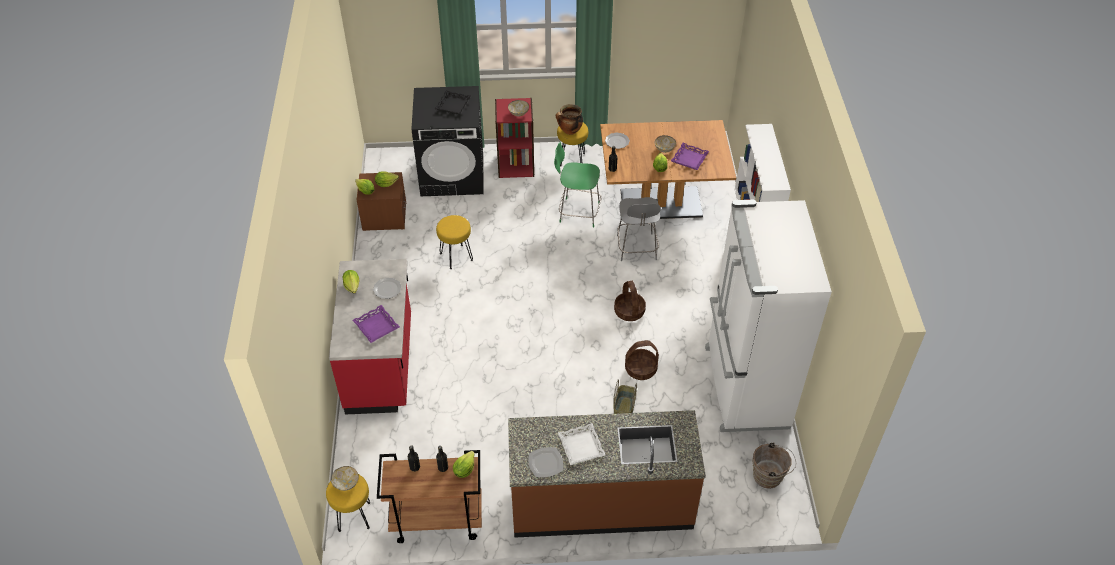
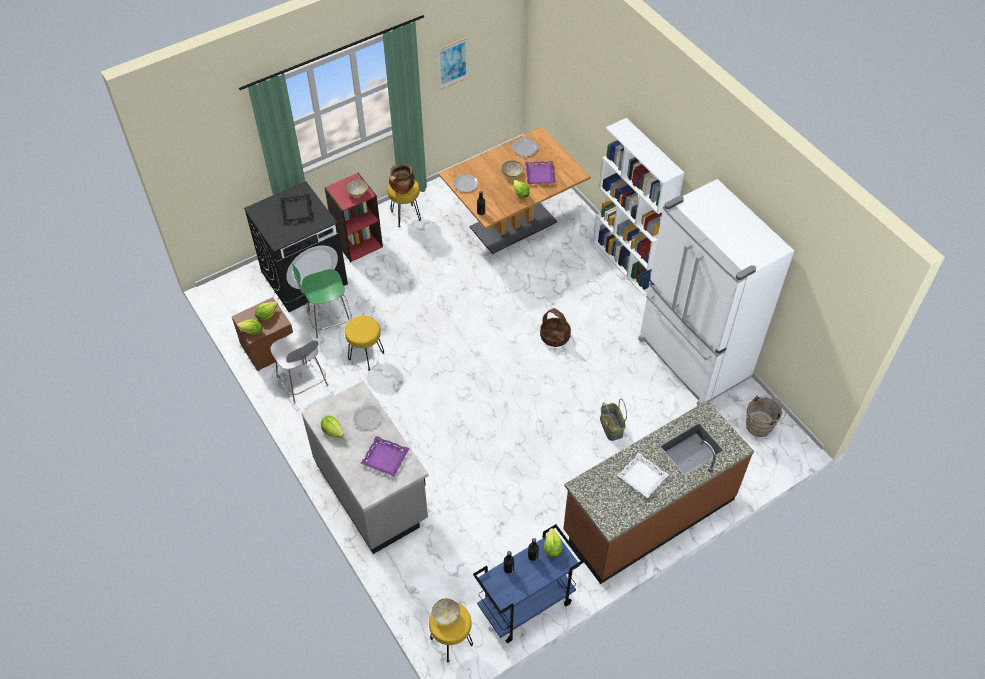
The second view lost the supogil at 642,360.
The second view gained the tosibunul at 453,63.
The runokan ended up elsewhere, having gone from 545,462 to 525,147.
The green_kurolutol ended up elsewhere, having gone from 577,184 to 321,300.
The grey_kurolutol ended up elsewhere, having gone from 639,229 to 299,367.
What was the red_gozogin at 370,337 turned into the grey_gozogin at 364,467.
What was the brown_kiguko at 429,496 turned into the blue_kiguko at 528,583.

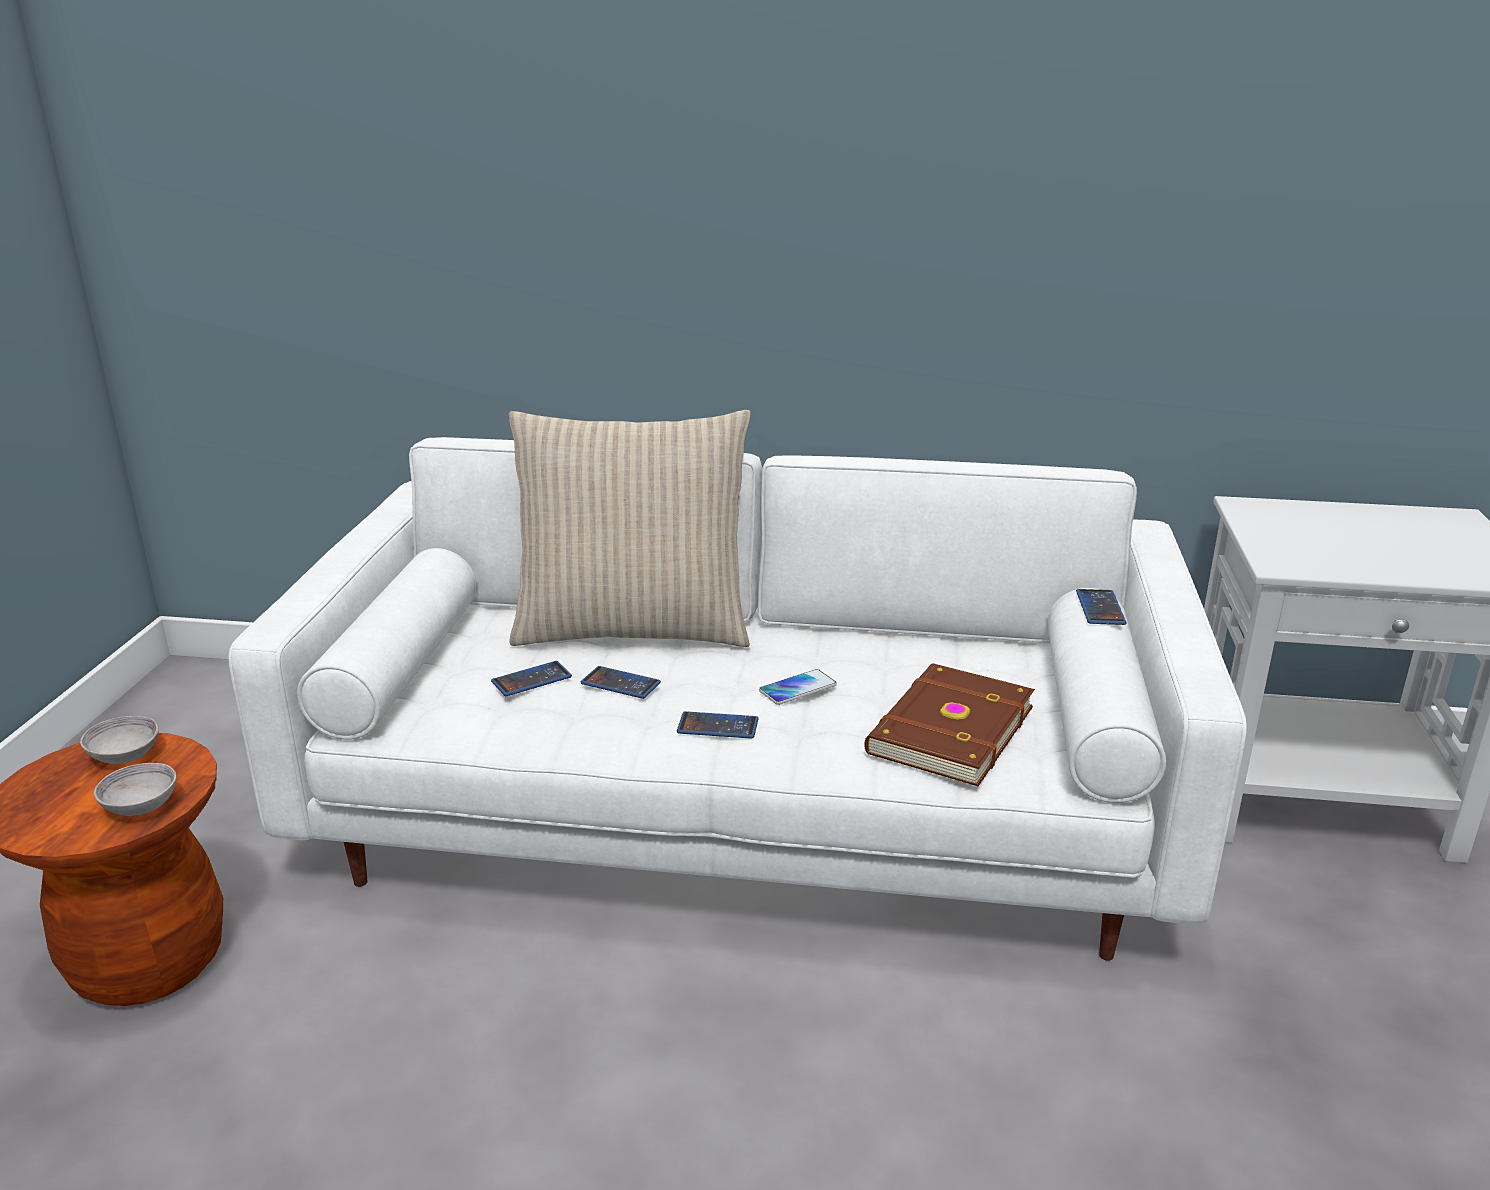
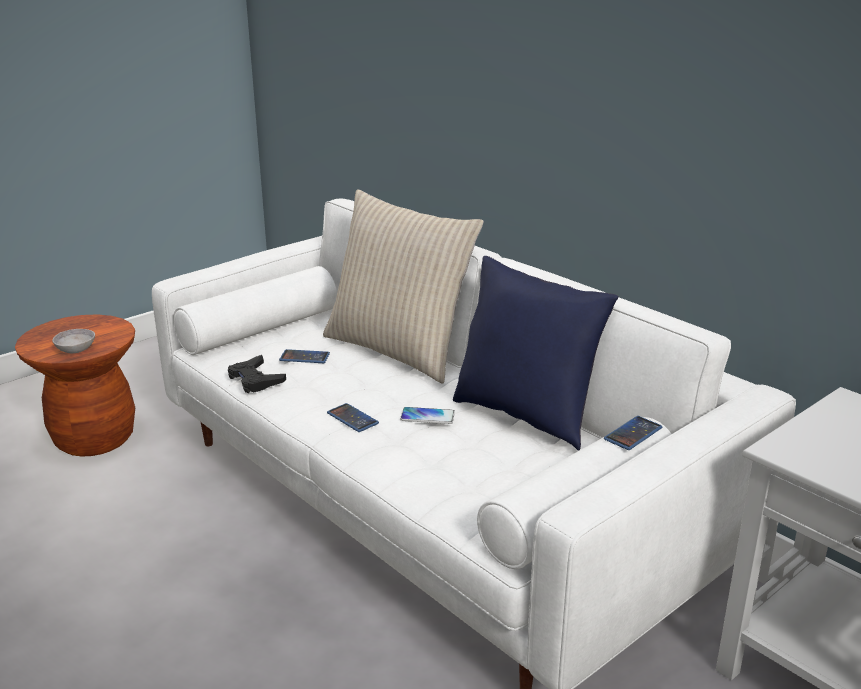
The second view lost the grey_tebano at 119,740.
The second view lost the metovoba at 621,682.
The second view lost the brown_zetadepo at 949,724.
The second view gained the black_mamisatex at 257,374.
The second view gained the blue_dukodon at 536,353.

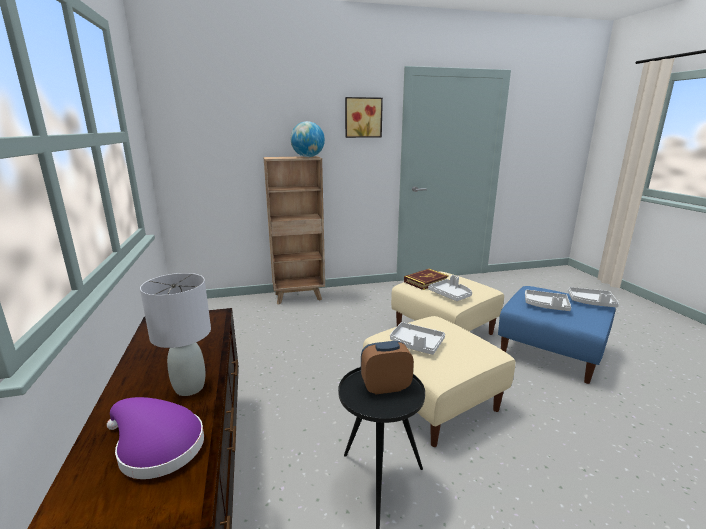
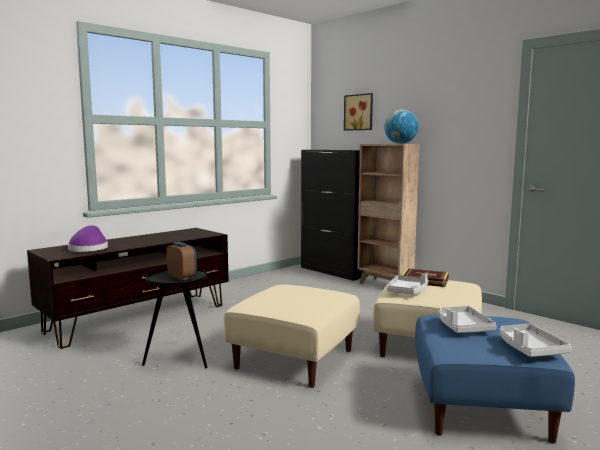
The second view lost the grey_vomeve at 175,334.
The second view lost the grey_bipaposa at 417,338.
The second view gained the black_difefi at 334,215.
The tosibunul ended up elsewhere, having gone from 364,117 to 358,112.

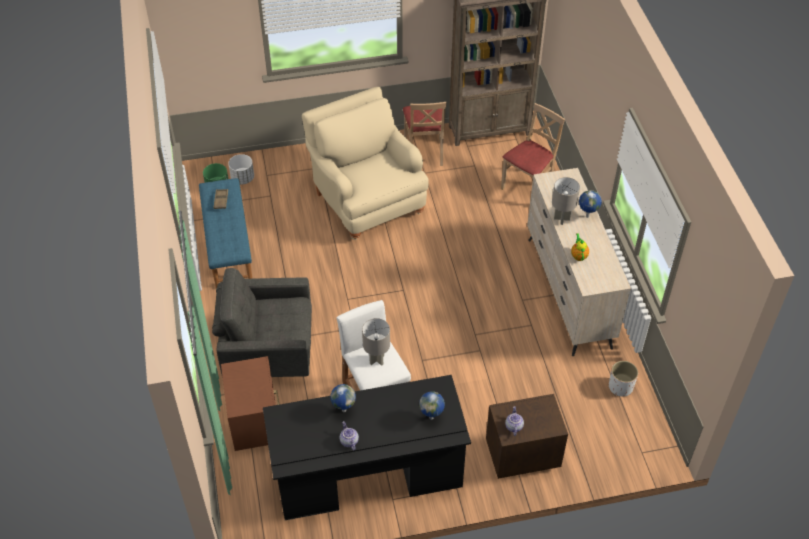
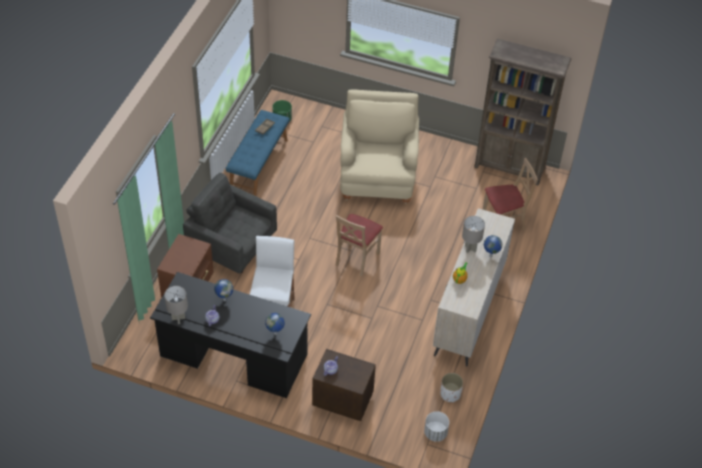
The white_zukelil ended up elsewhere, having gone from 241,169 to 436,426.
The grey_vomeve ended up elsewhere, having gone from 376,342 to 176,305.
The beige_kurolutol ended up elsewhere, having gone from 425,134 to 359,245.

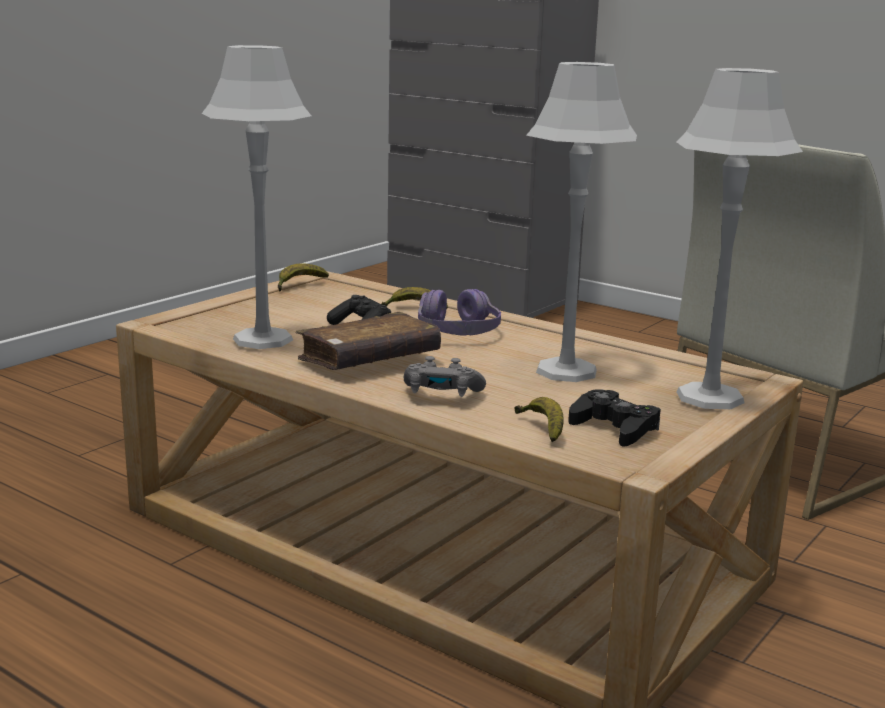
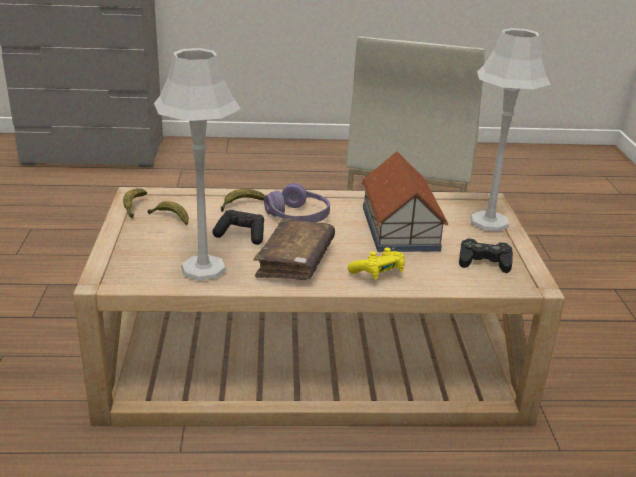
The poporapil ended up elsewhere, having gone from 539,419 to 168,213.
Where the grey_vomeve stood at 581,222, the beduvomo came to stand at 404,201.
What was the grey_mamisatex at 445,376 turned into the yellow_mamisatex at 376,263.

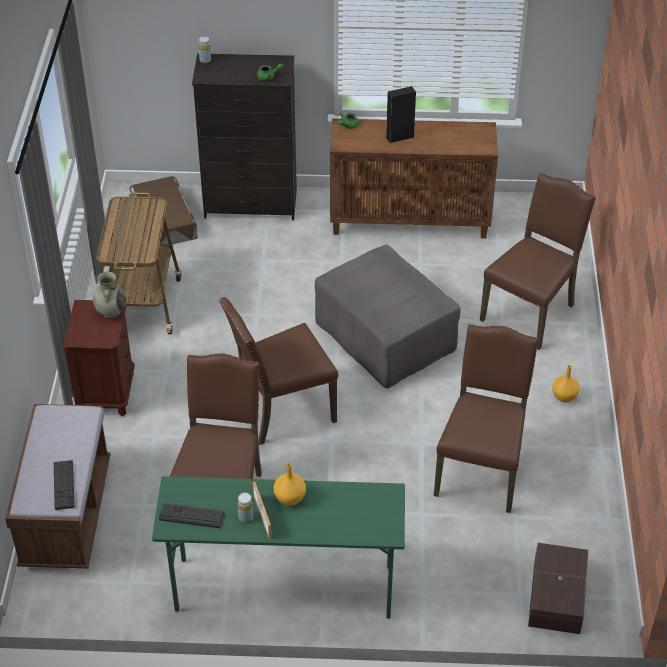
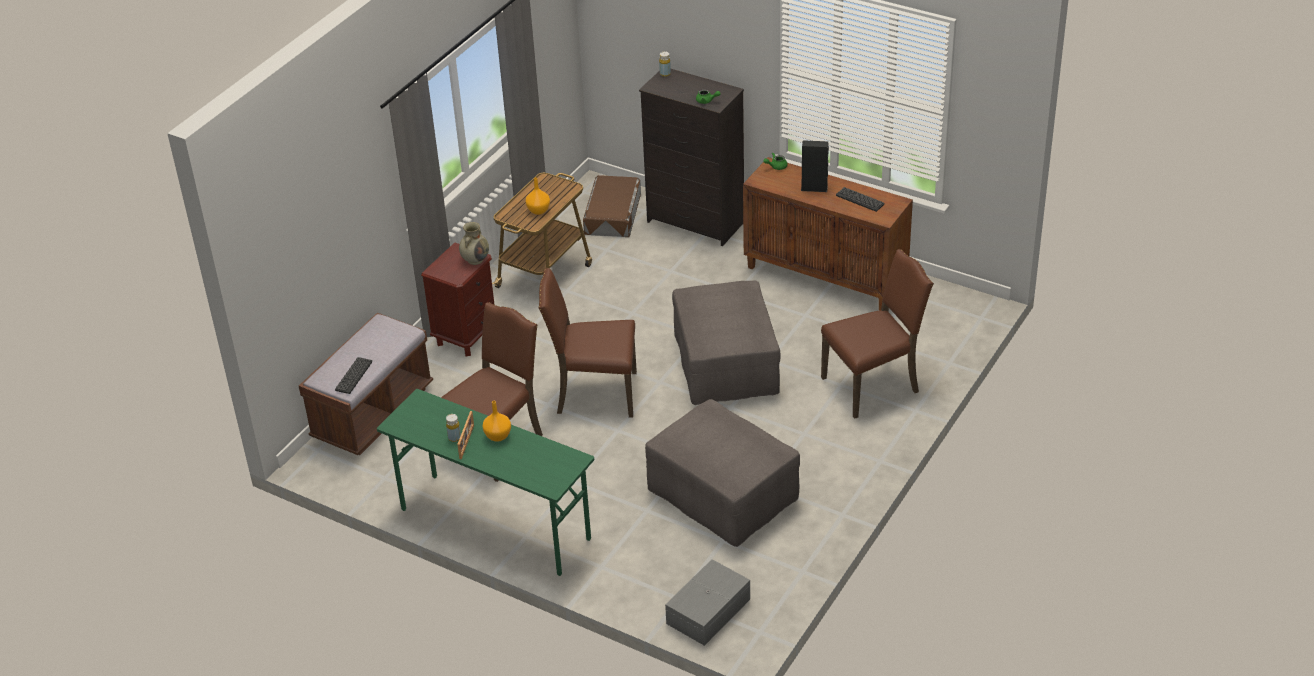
The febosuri ended up elsewhere, having gone from 192,515 to 860,199.
The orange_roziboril ended up elsewhere, having gone from 566,383 to 538,196.
Where the brown_kurolutol stood at 486,418, the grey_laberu came to stand at 722,473.
What was the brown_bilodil at 558,588 turned into the grey_bilodil at 707,602.

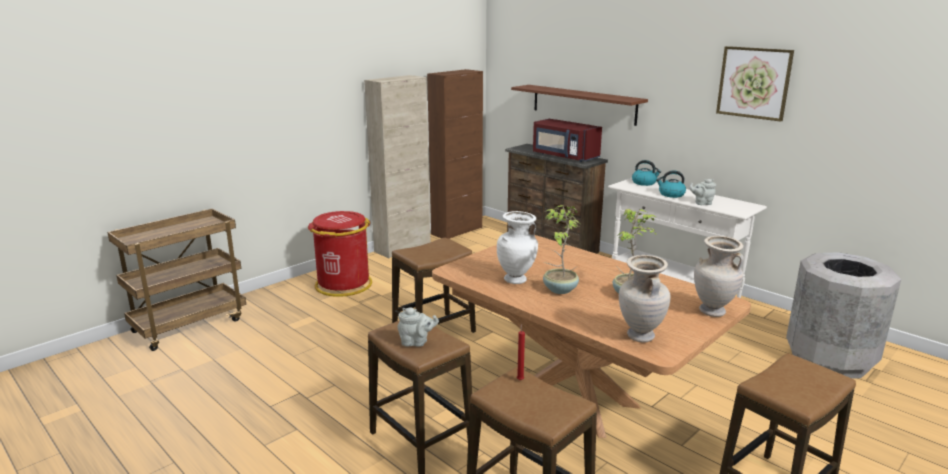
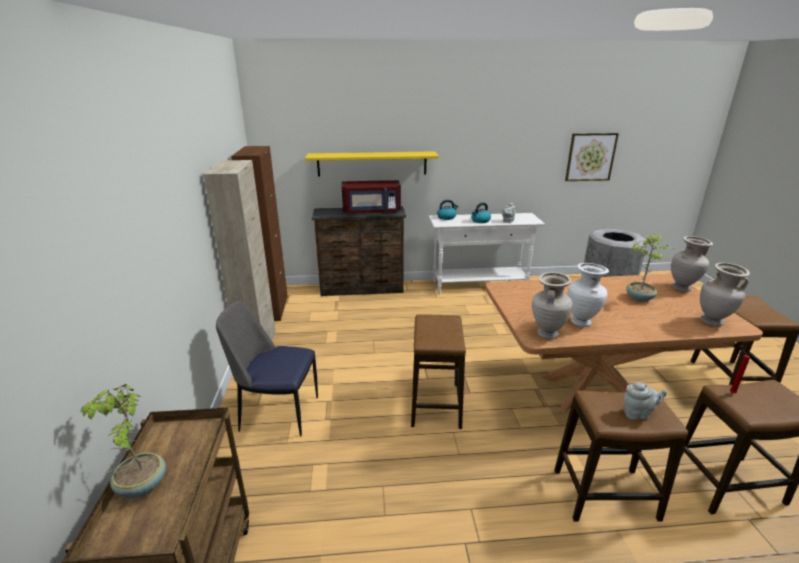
The second view gained the beige_roziboril at 552,305.
The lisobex ended up elsewhere, having gone from 561,249 to 123,441.
The tosibunul ended up elsewhere, having gone from 755,84 to 592,157.
Where the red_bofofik stood at 340,254, the kurolutol came to stand at 267,369.
What was the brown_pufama at 579,105 turned into the yellow_pufama at 372,164.
The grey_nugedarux at 418,327 ended up facing another way, 45 degrees clockwise from before.

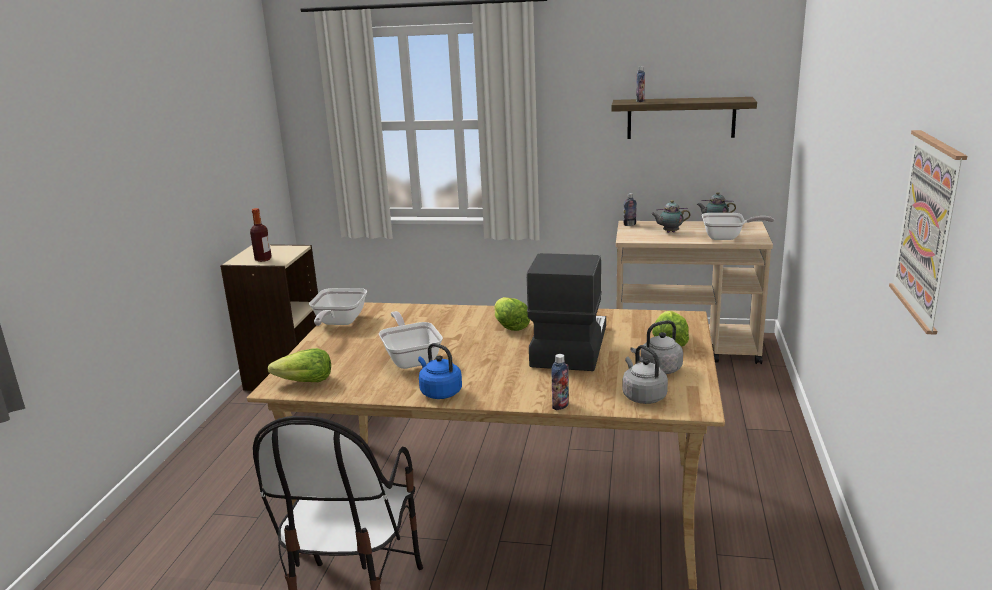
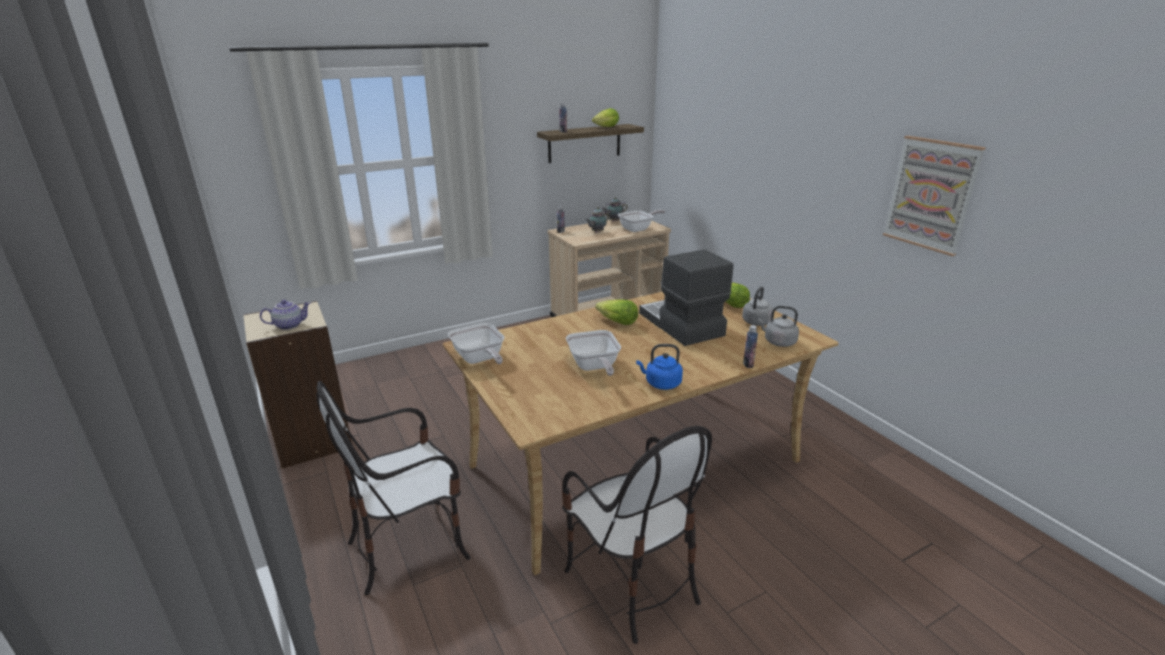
The second view gained the kurolutol at 393,488.
The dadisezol ended up elsewhere, having gone from 299,365 to 605,117.
Where the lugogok stood at 261,235, the nugedarux came to stand at 285,315.
The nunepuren at 411,340 ended up facing another way, 135 degrees counterclockwise from before.

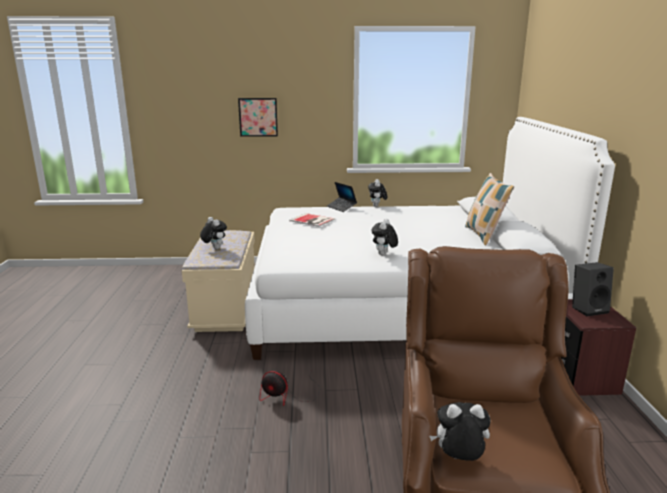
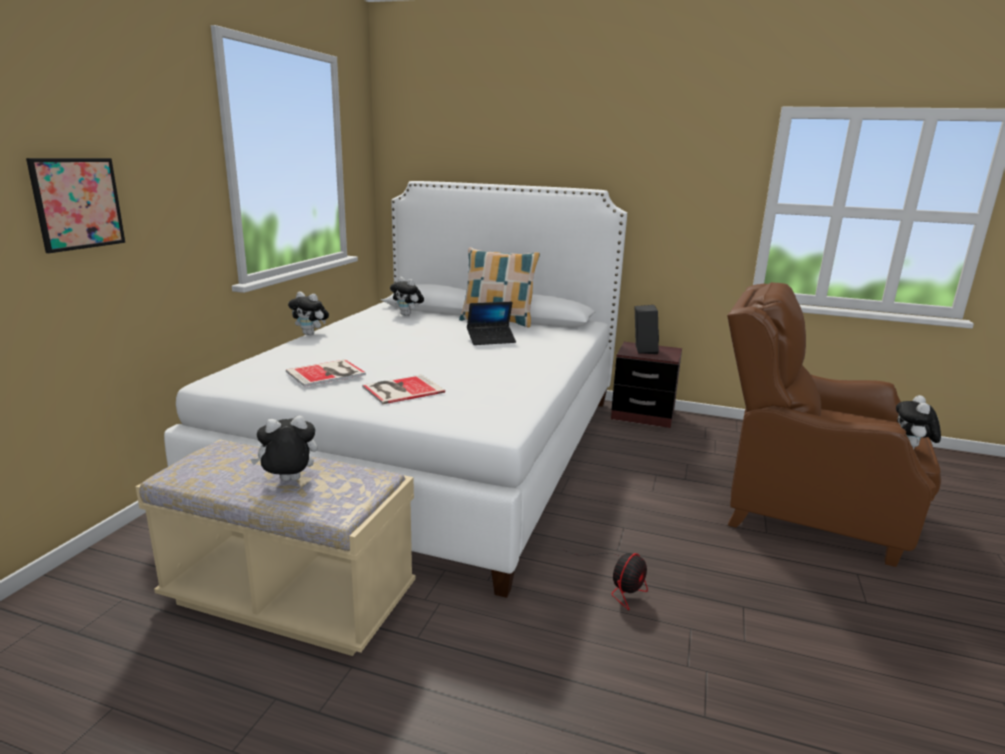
The second view gained the zetadepo at 403,389.
The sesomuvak ended up elsewhere, having gone from 342,197 to 491,323.
The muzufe ended up elsewhere, having gone from 385,237 to 407,296.

